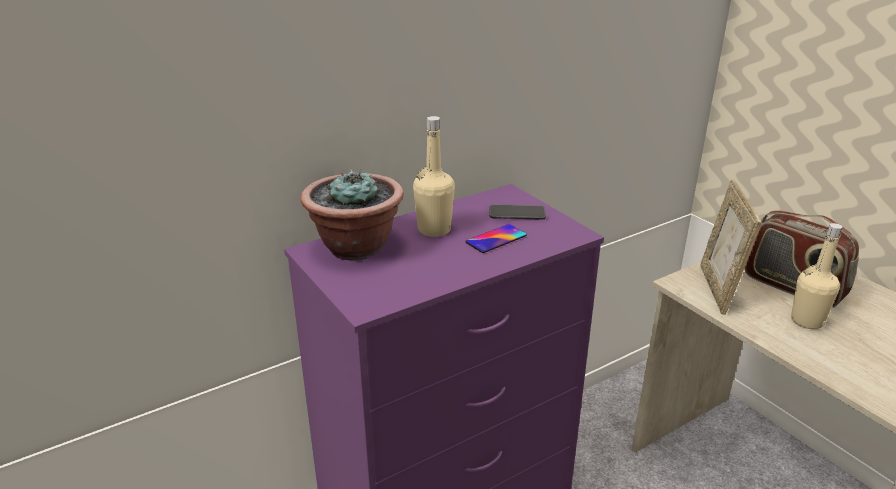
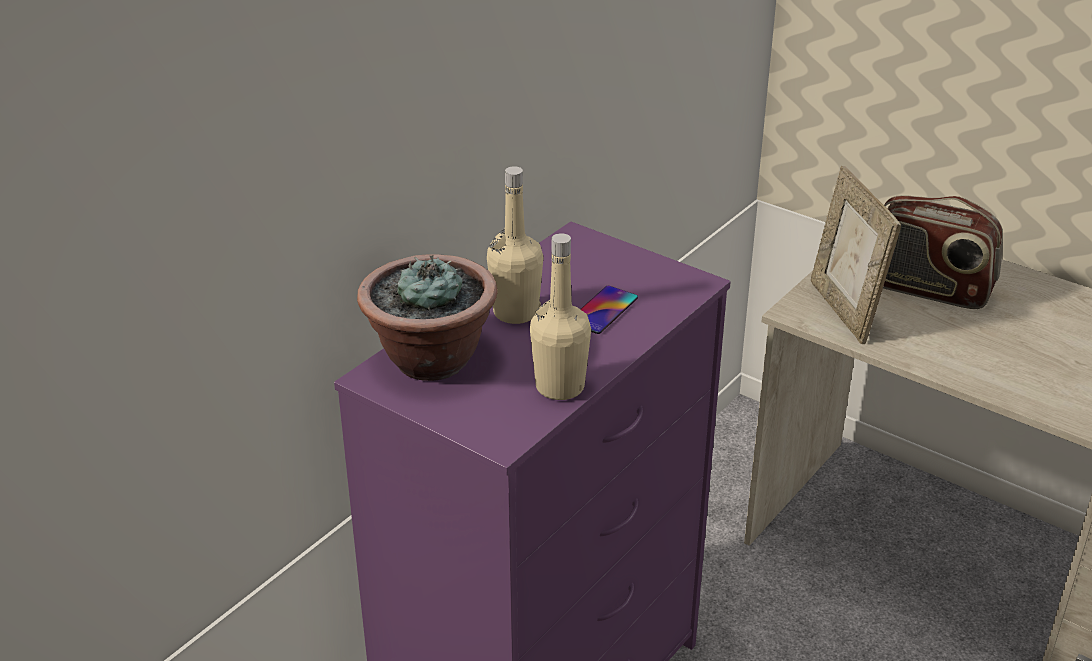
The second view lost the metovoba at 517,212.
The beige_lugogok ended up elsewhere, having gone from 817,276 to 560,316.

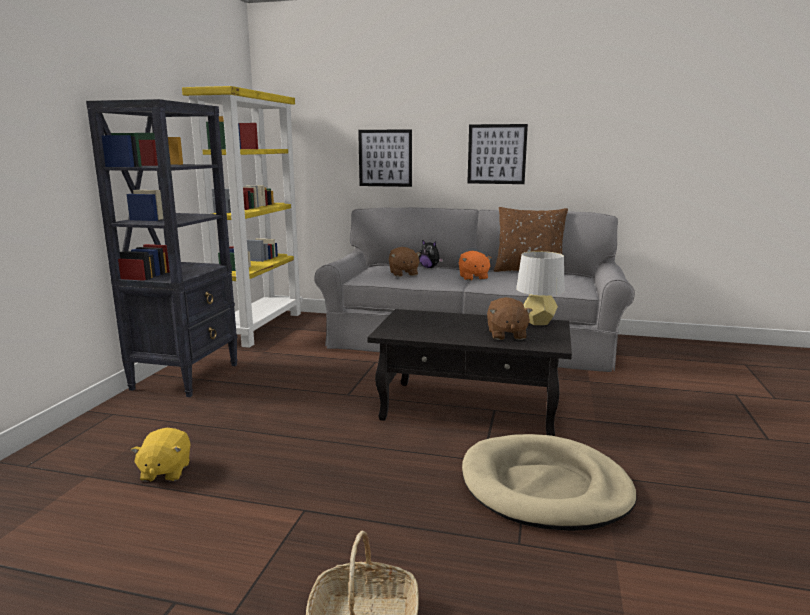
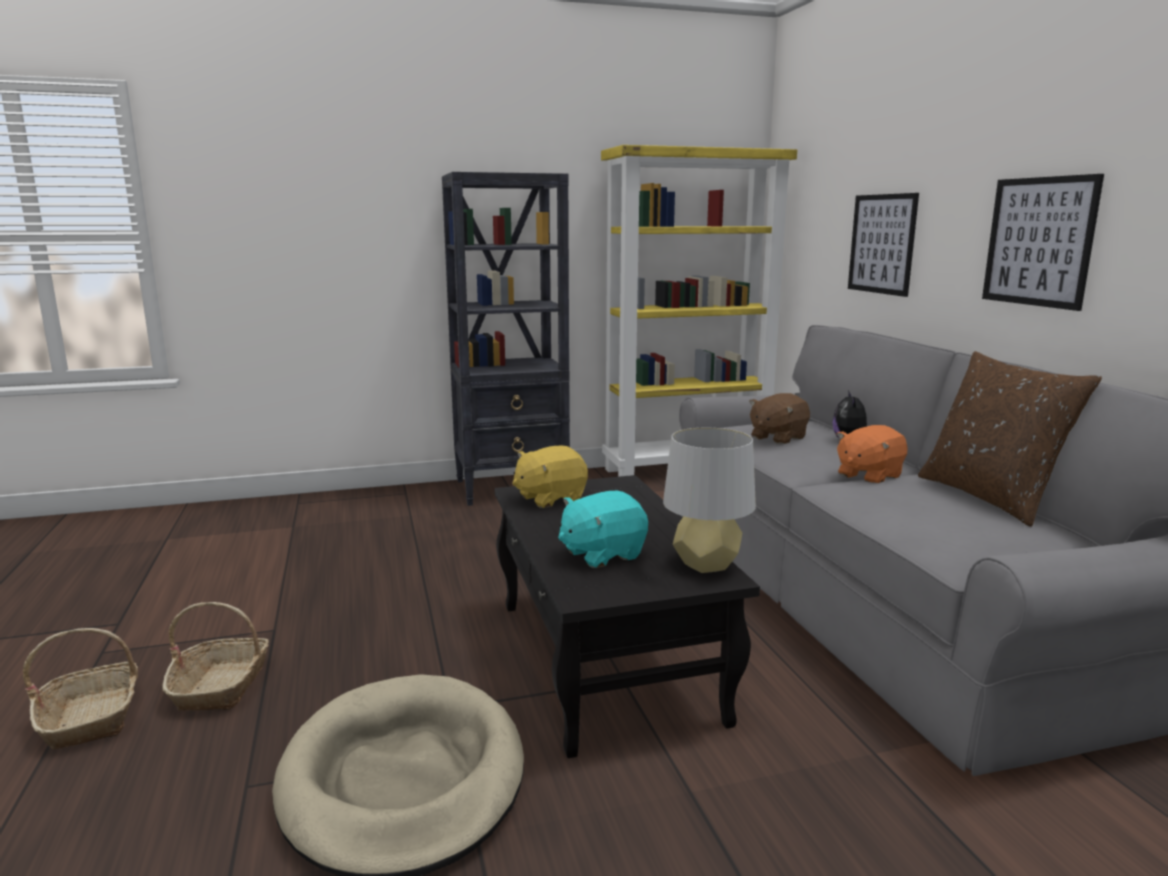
The second view gained the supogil at 215,656.
The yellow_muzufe ended up elsewhere, having gone from 161,455 to 550,477.
What was the brown_muzufe at 510,318 turned into the turquoise_muzufe at 603,529.

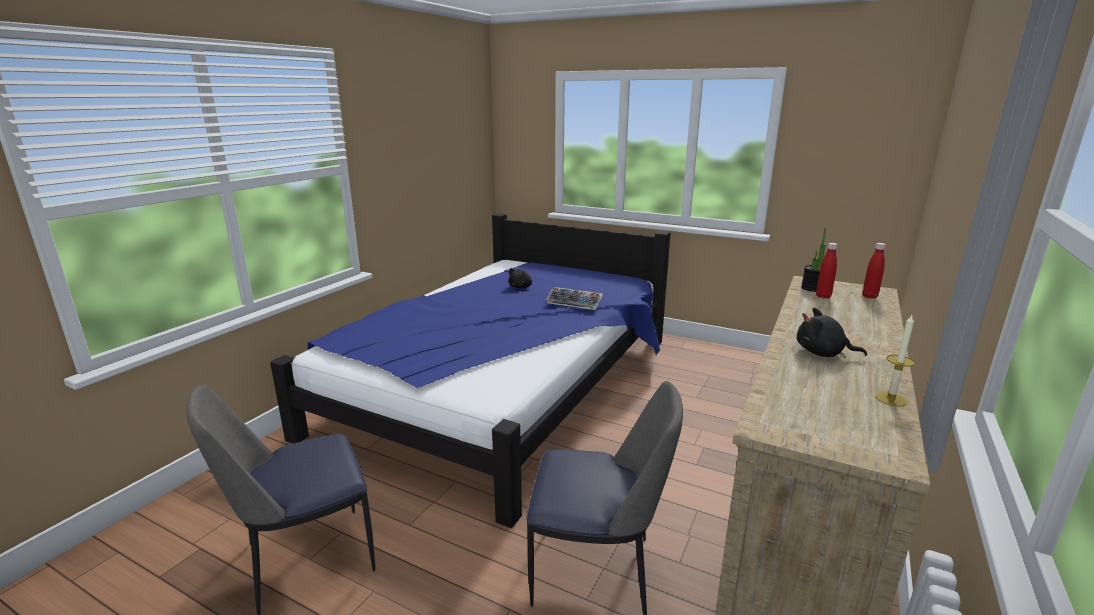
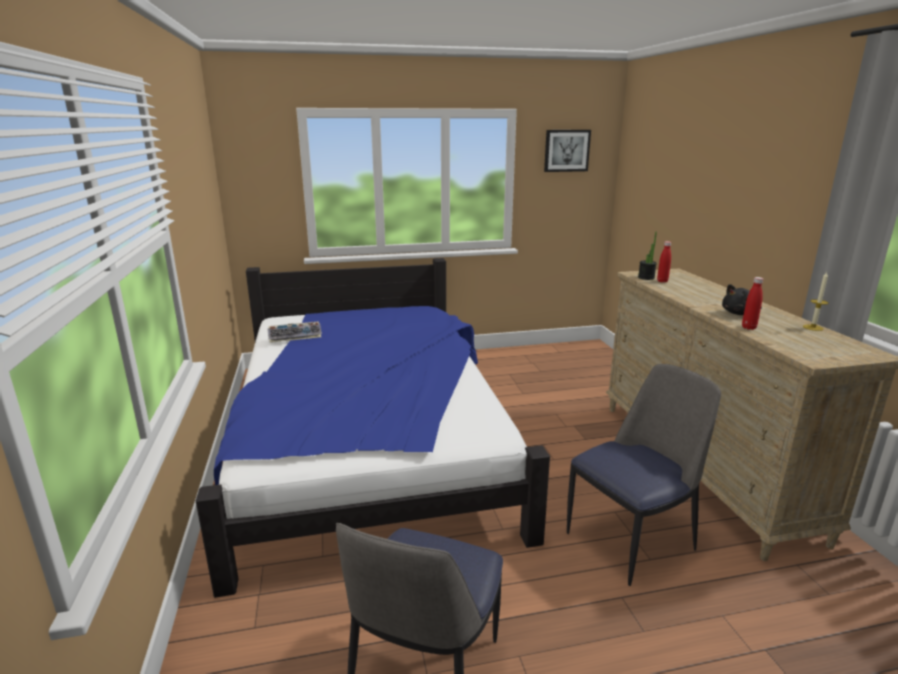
The second view lost the black_muzufe at 520,278.
The second view gained the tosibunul at 567,151.
The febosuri ended up elsewhere, having gone from 574,298 to 295,332.
The red_lugogok ended up elsewhere, having gone from 874,271 to 752,303.

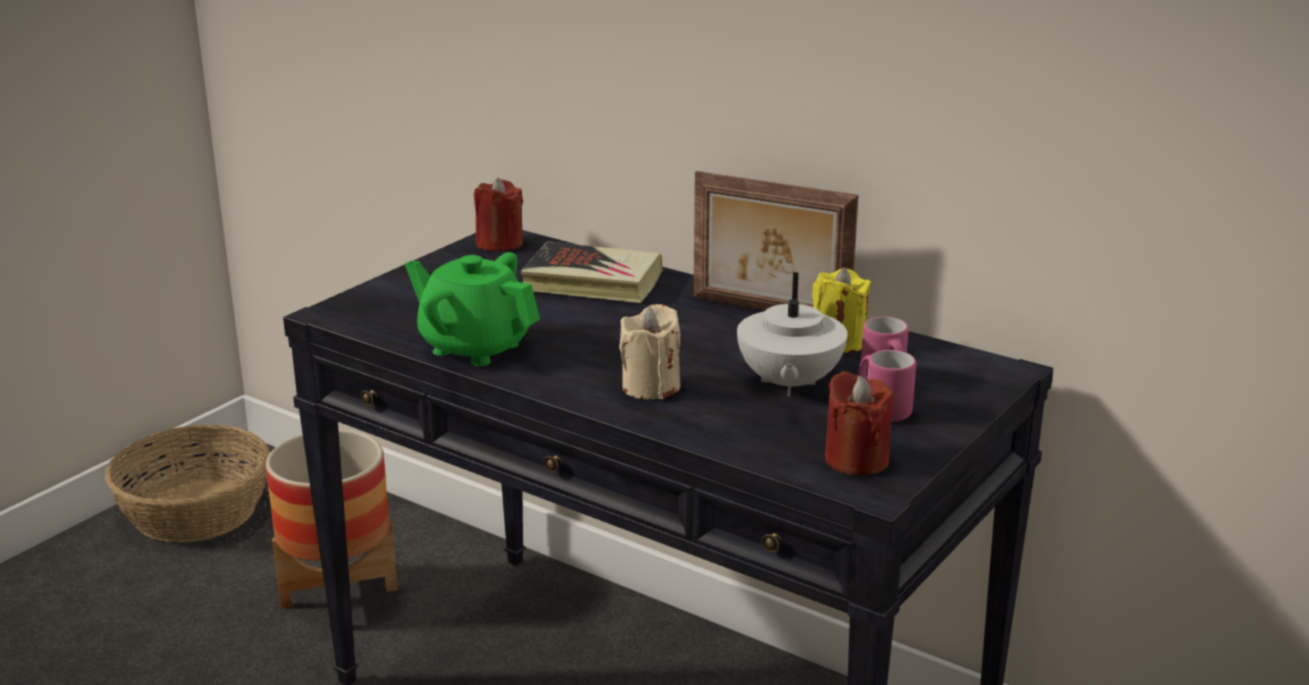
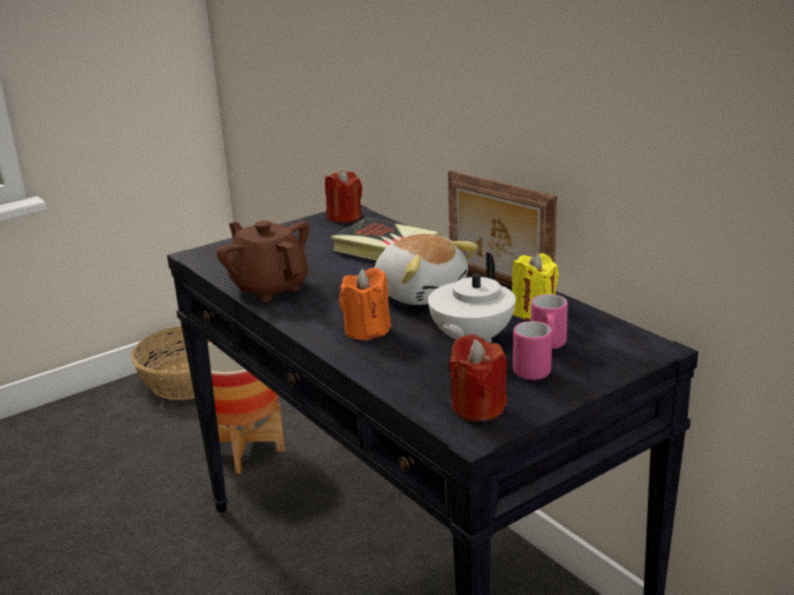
The second view gained the muzufe at 426,269.
What was the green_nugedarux at 472,309 turned into the brown_nugedarux at 263,261.
What was the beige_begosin at 650,352 turned into the orange_begosin at 365,304.

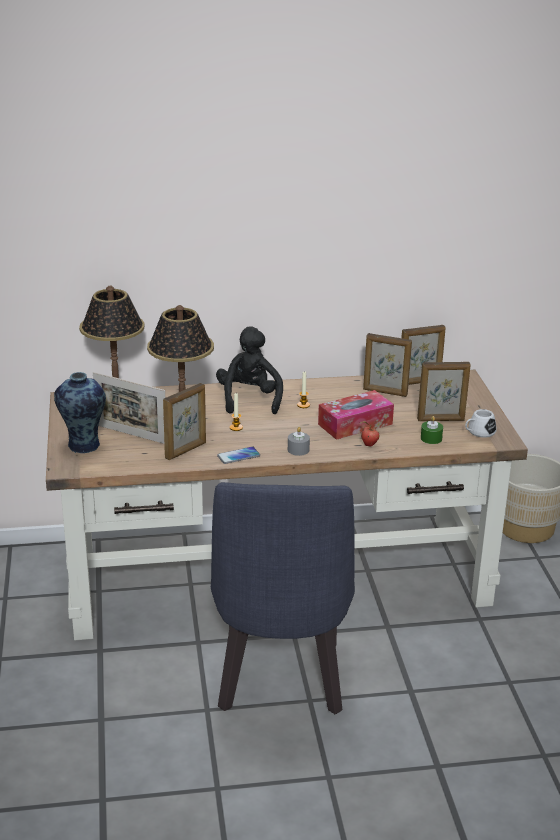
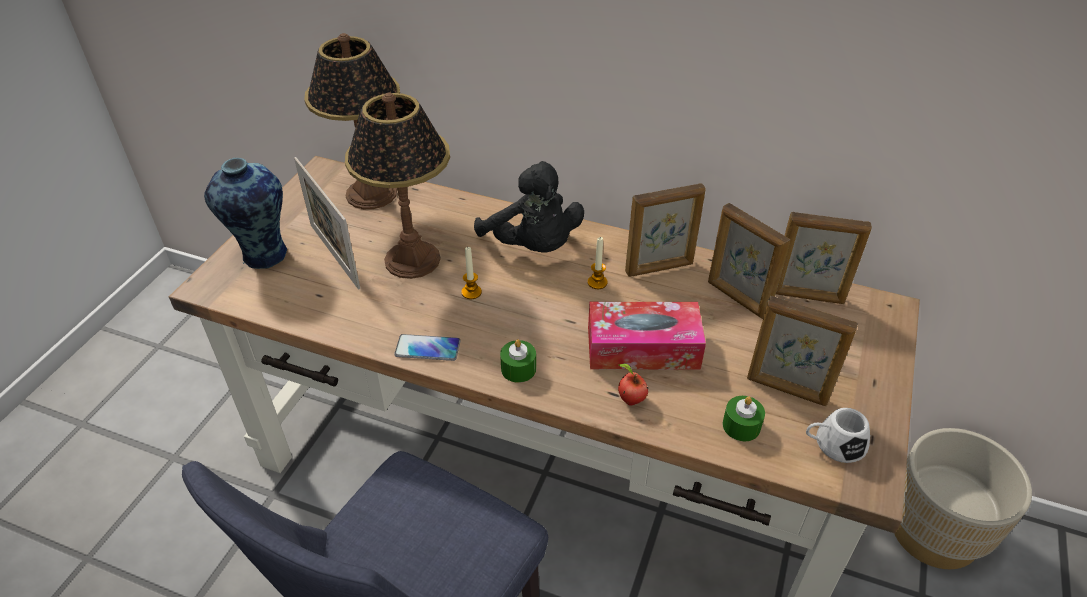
The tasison ended up elsewhere, having gone from 184,421 to 665,230.
What was the grey_begosin at 299,441 turned into the green_begosin at 518,361.
The black_muzufe at 249,370 ended up facing another way, 120 degrees clockwise from before.

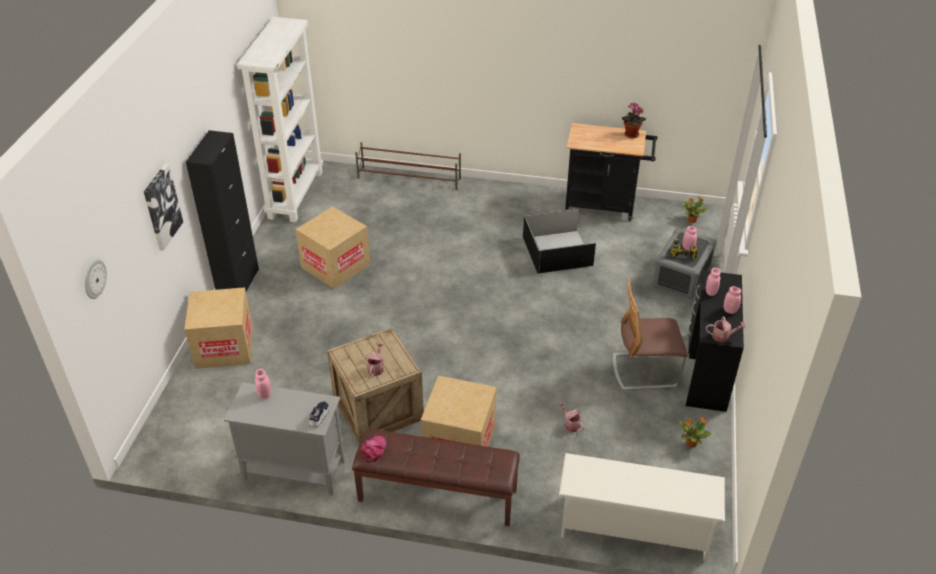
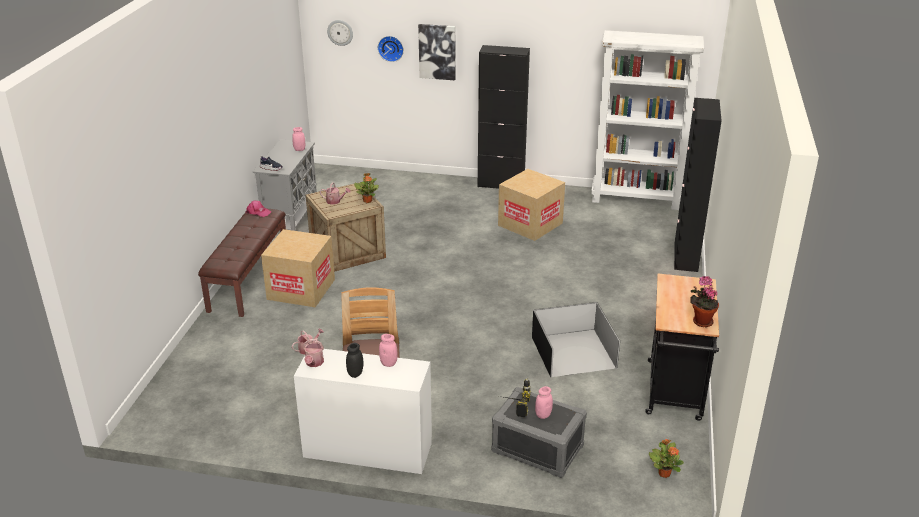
The second view lost the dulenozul at 218,328.
The second view lost the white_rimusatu at 642,507.
The second view gained the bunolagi at 391,49.
The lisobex ended up elsewhere, having gone from 695,431 to 366,188.
Where the brown_rimusatu stood at 408,166, the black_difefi came to stand at 698,185.
What was the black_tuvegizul at 715,341 turned into the white_tuvegizul at 363,411.
What was the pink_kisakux at 732,300 turned into the black_kisakux at 354,360.

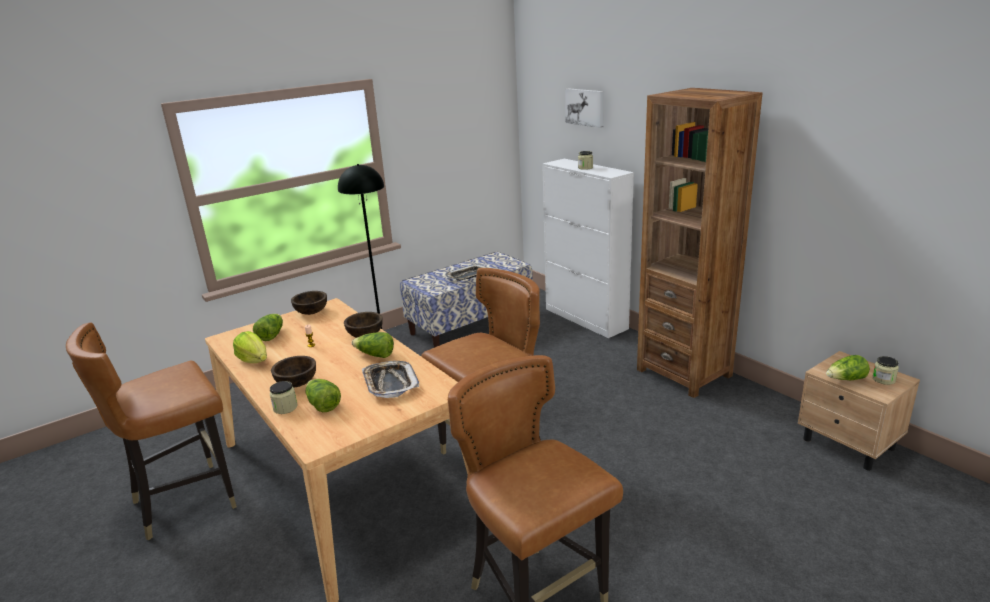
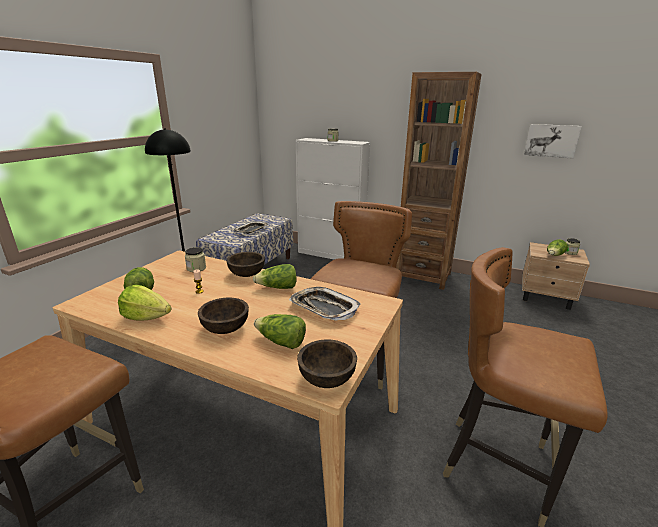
The kisakux ended up elsewhere, having gone from 284,397 to 195,259.
The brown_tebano ended up elsewhere, having gone from 309,303 to 327,363.
The tosibunul ended up elsewhere, having gone from 584,108 to 553,141.

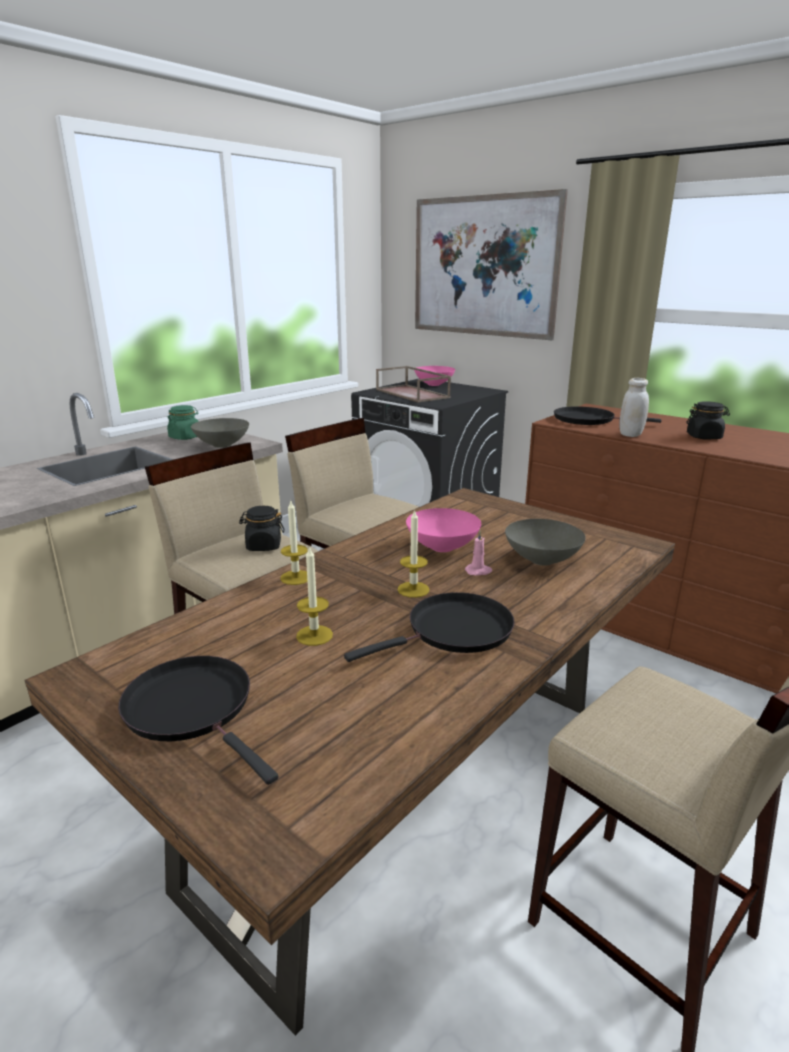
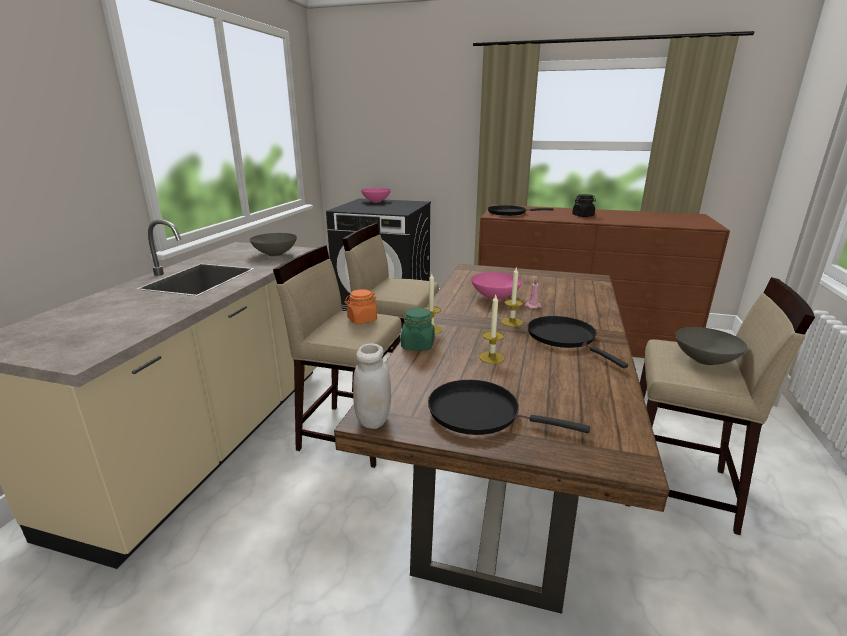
The second view lost the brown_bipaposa at 413,384.
The second view lost the tosibunul at 491,264.
The green_kisakux ended up elsewhere, having gone from 183,422 to 418,329.
The grey_tebano ended up elsewhere, having gone from 545,542 to 711,346.
The white_kisakux ended up elsewhere, having gone from 634,407 to 372,386.
What was the black_kisakux at 262,528 turned into the orange_kisakux at 360,306.
The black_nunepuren at 429,627 ended up facing another way, 60 degrees counterclockwise from before.

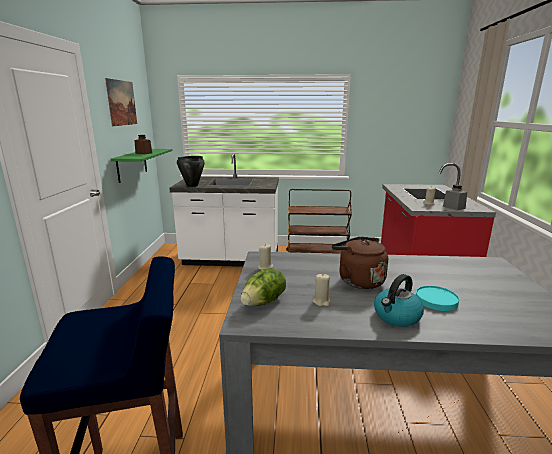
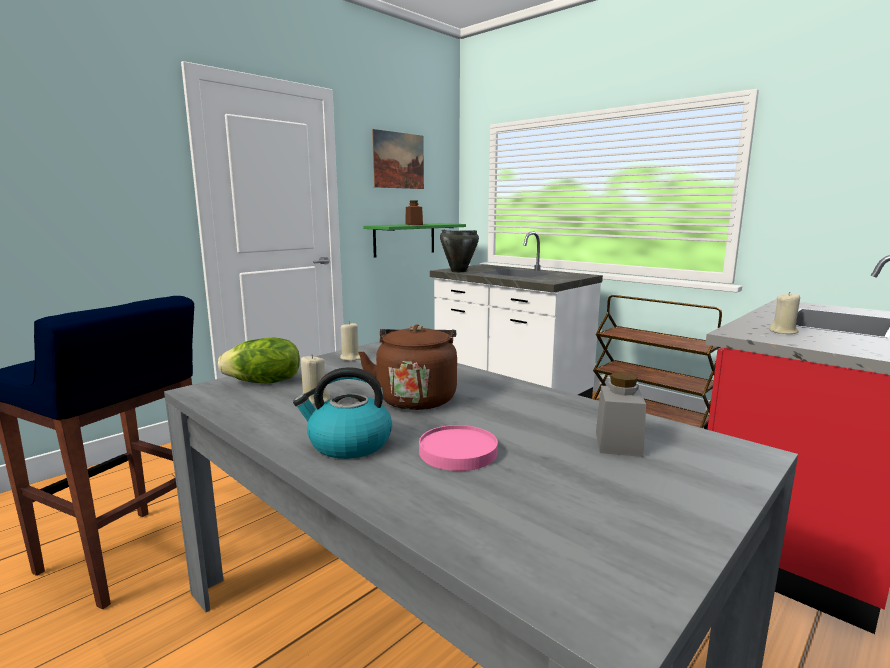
The grey_kisakux ended up elsewhere, having gone from 455,197 to 621,414.
What was the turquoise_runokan at 437,298 turned into the pink_runokan at 458,448.

